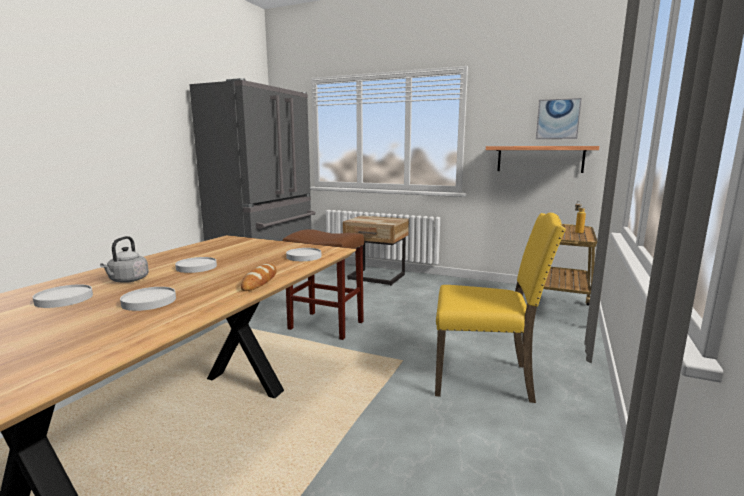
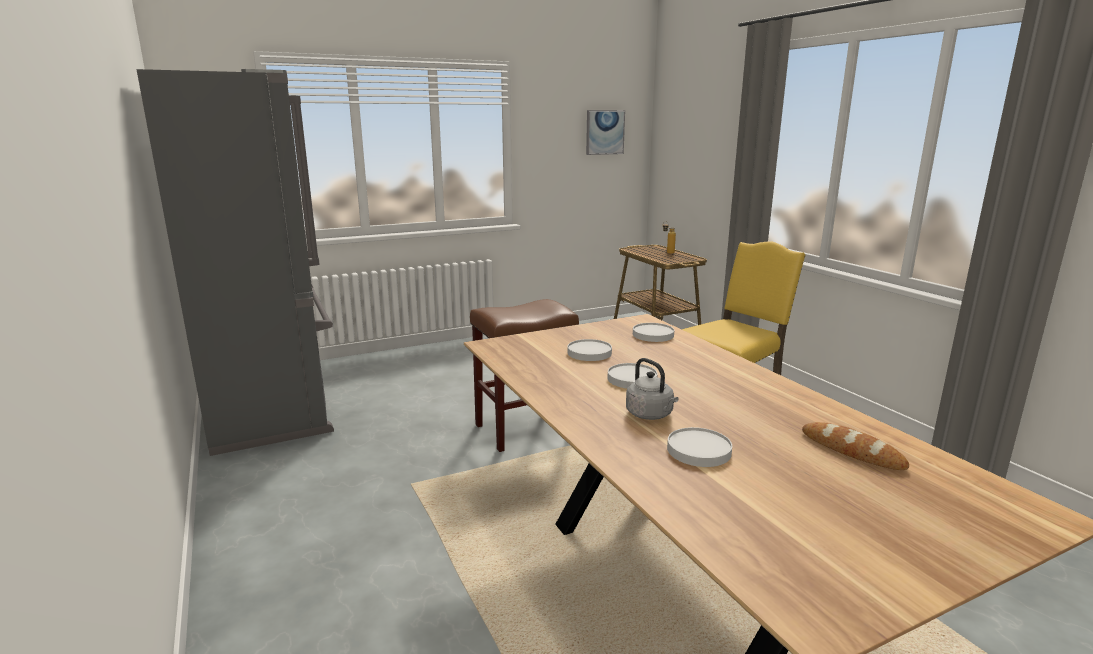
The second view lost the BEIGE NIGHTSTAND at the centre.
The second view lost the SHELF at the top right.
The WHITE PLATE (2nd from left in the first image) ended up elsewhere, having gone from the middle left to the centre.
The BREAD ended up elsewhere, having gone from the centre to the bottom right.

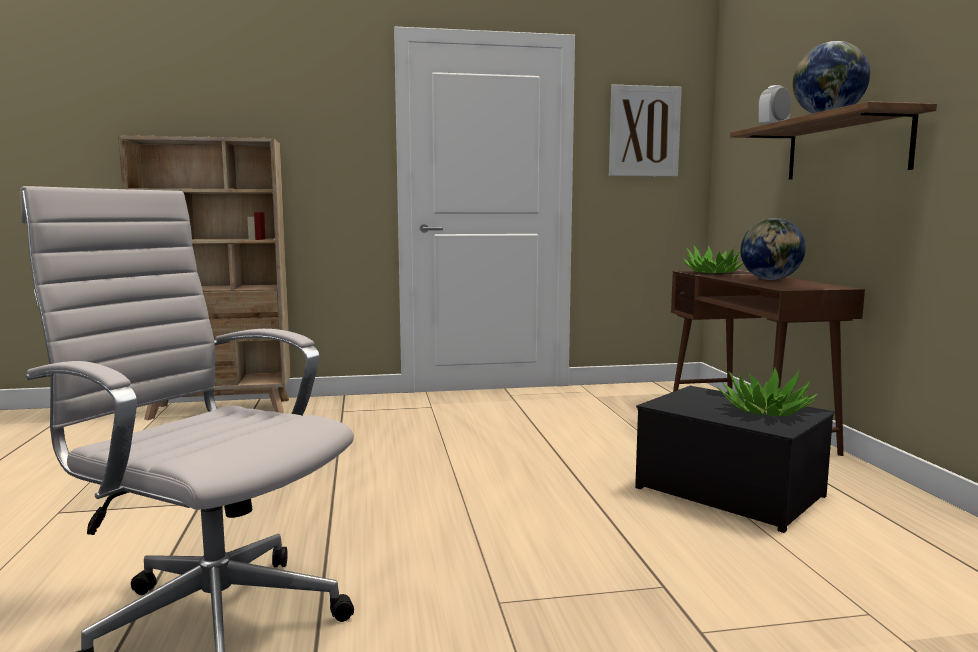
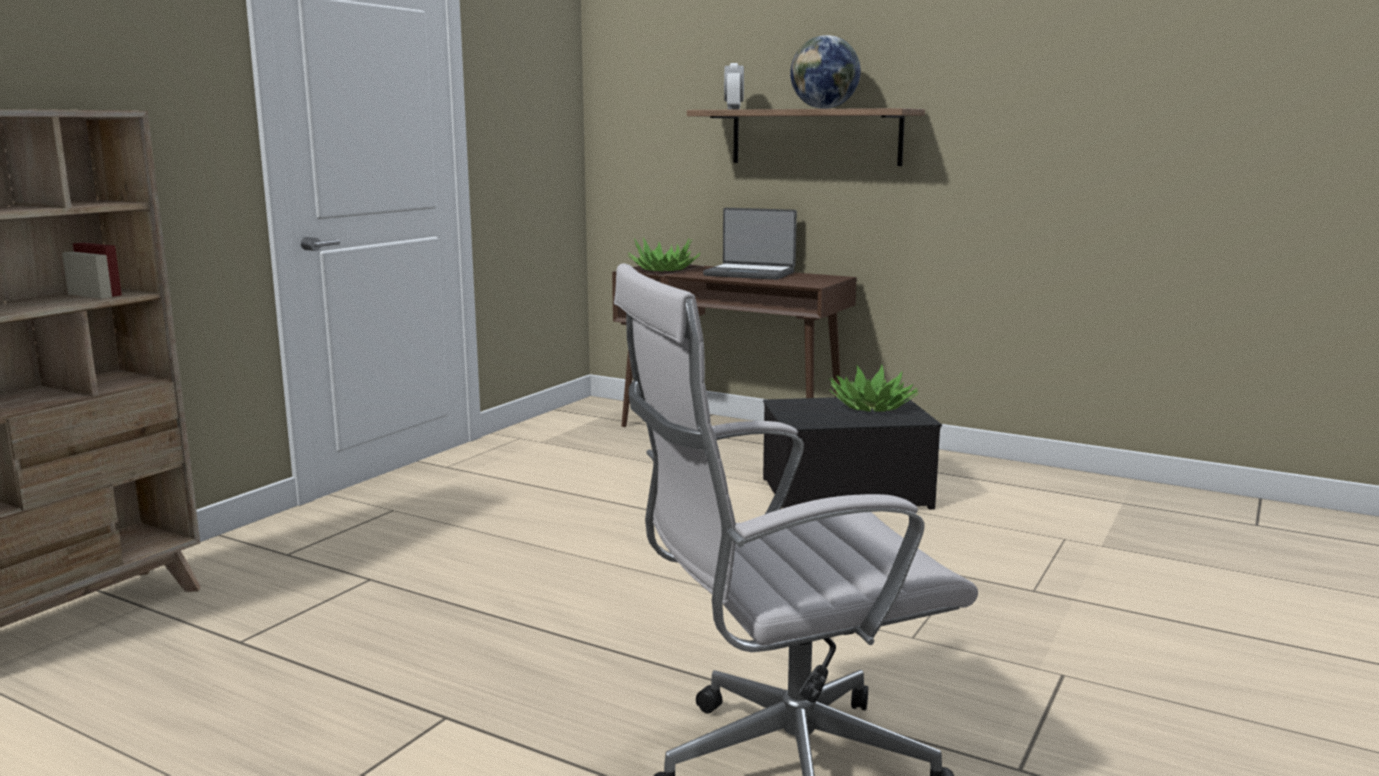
The second view lost the PICTURE at the top centre.
Where the GLOBE (1st from left) stood at the middle right, the LAPTOP came to stand at the top centre.

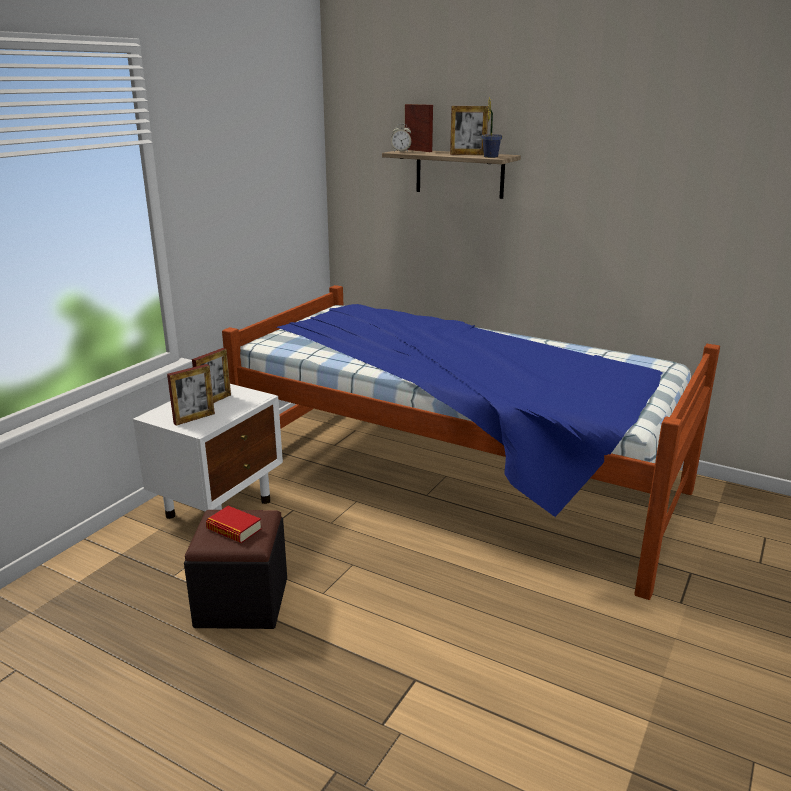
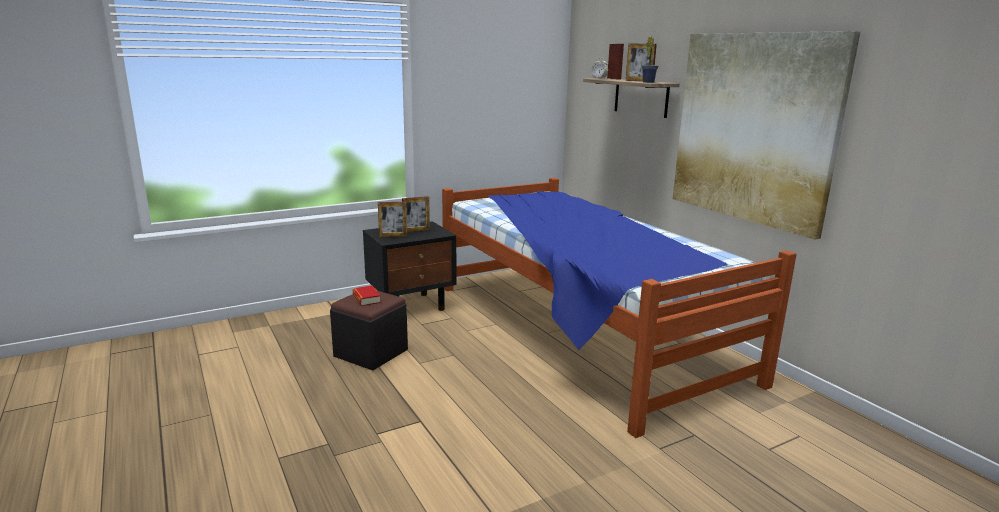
The second view gained the PICTURE at the top right.
What was the WHITE NIGHTSTAND at the middle left turned into the BLACK NIGHTSTAND at the centre.

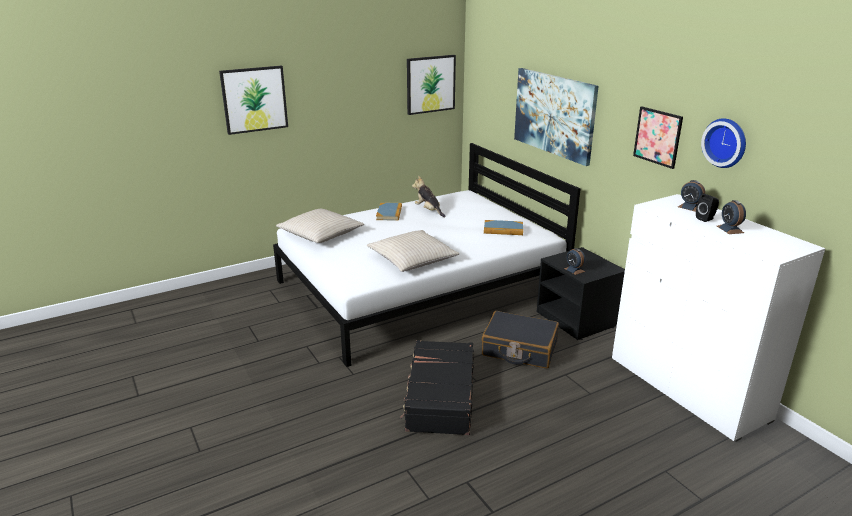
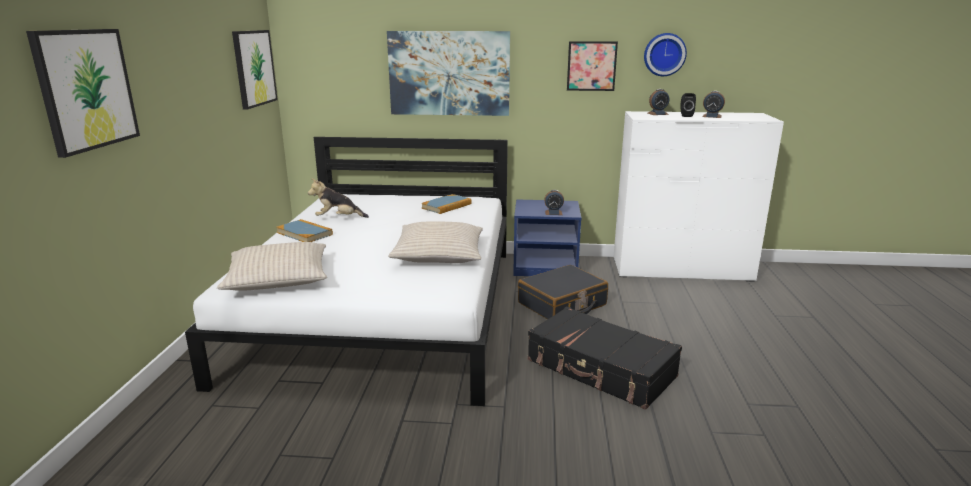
What was the BLACK NIGHTSTAND at the middle right turned into the BLUE NIGHTSTAND at the centre.

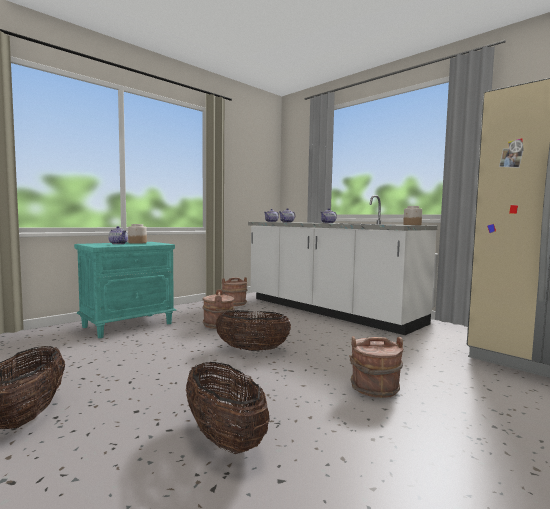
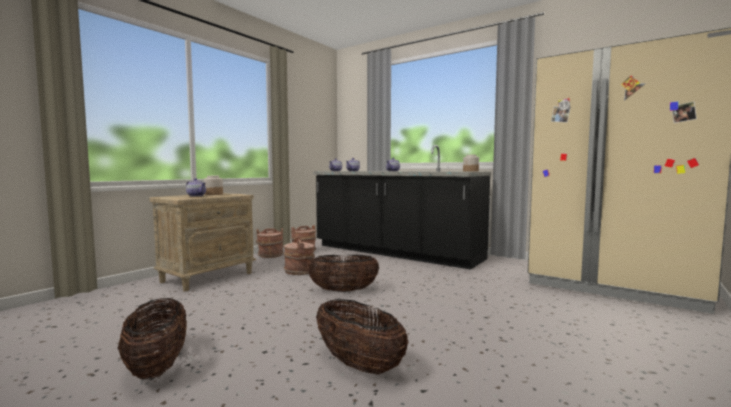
The BROWN BUCKET (3rd from left in the first image) ended up elsewhere, having gone from the bottom right to the centre.
What was the TURQUOISE NIGHTSTAND at the middle left turned into the BEIGE NIGHTSTAND at the middle left.
What was the WHITE COUNTER at the centre turned into the BLACK COUNTER at the centre.

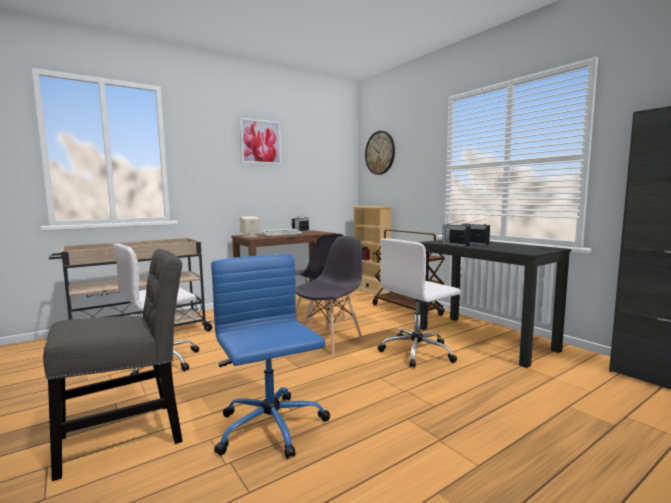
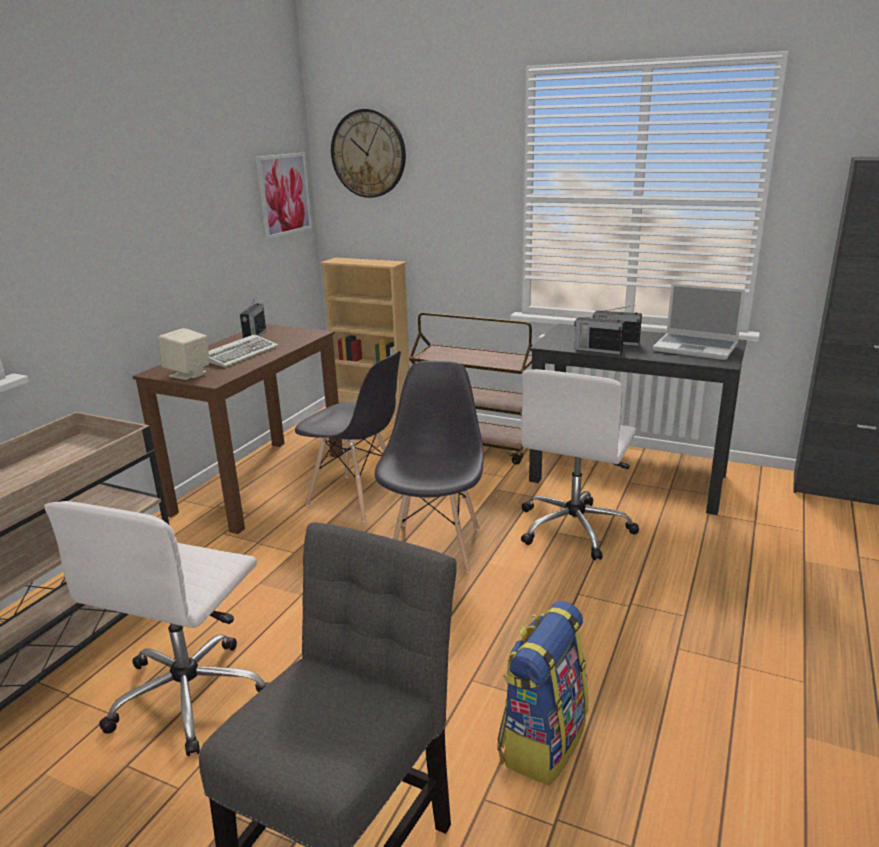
The second view gained the LAPTOP at the middle right.
The PICTURE ended up elsewhere, having gone from the top centre to the top left.
Where the BLUE OFFICE CHAIR stood at the bottom centre, the BACKPACK came to stand at the bottom centre.

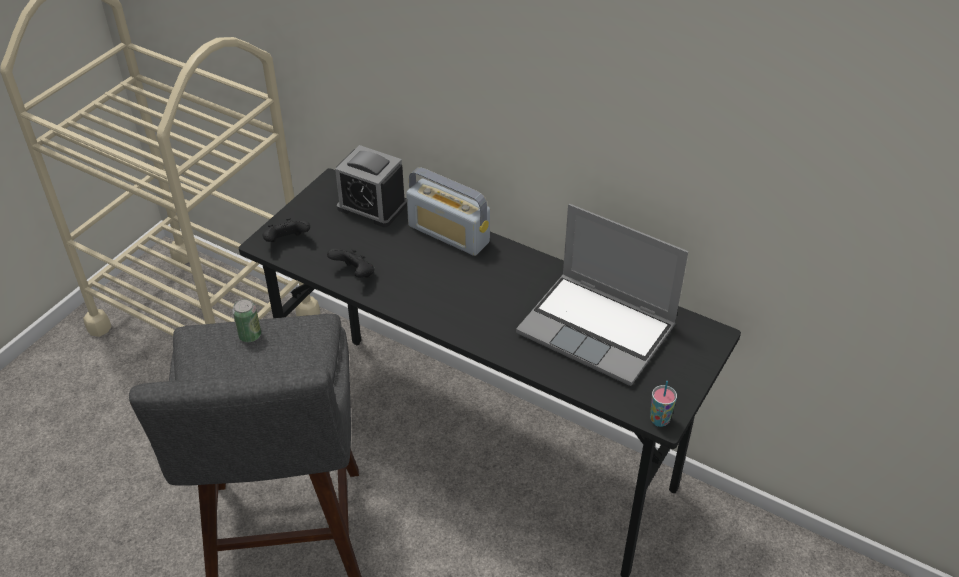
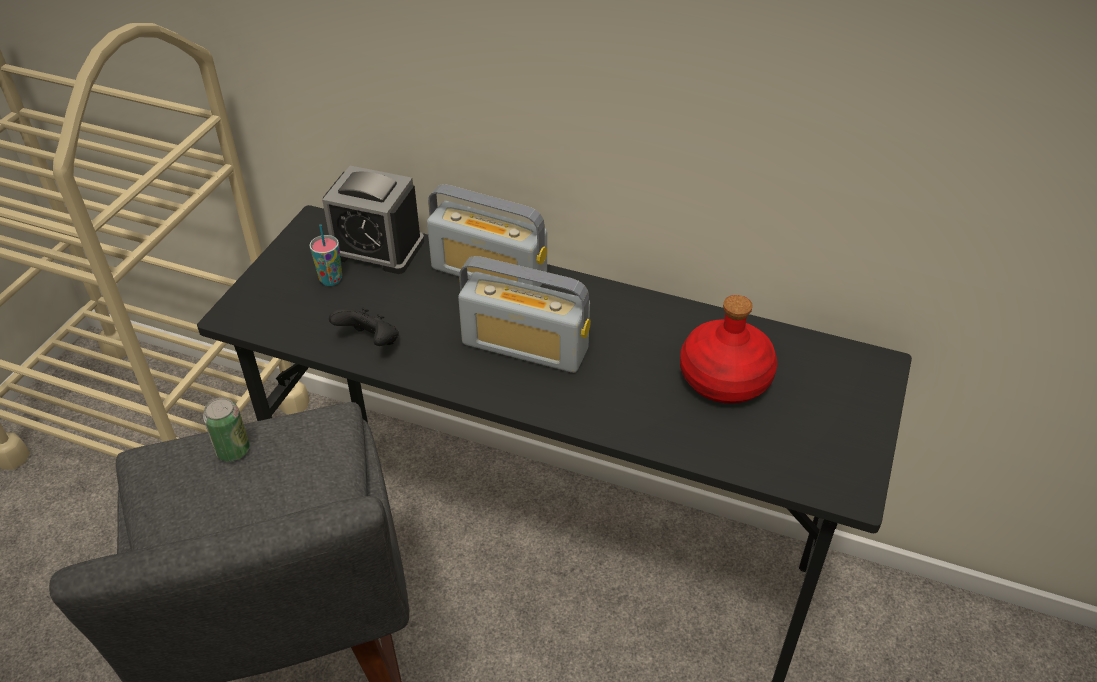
The second view lost the BLACK GAME CONTROLLER (1st from left) at the middle left.
The second view gained the RADIO (2nd from left) at the centre.
The CUP ended up elsewhere, having gone from the bottom right to the middle left.
Where the LAPTOP stood at the centre, the RED BOTTLE came to stand at the centre.

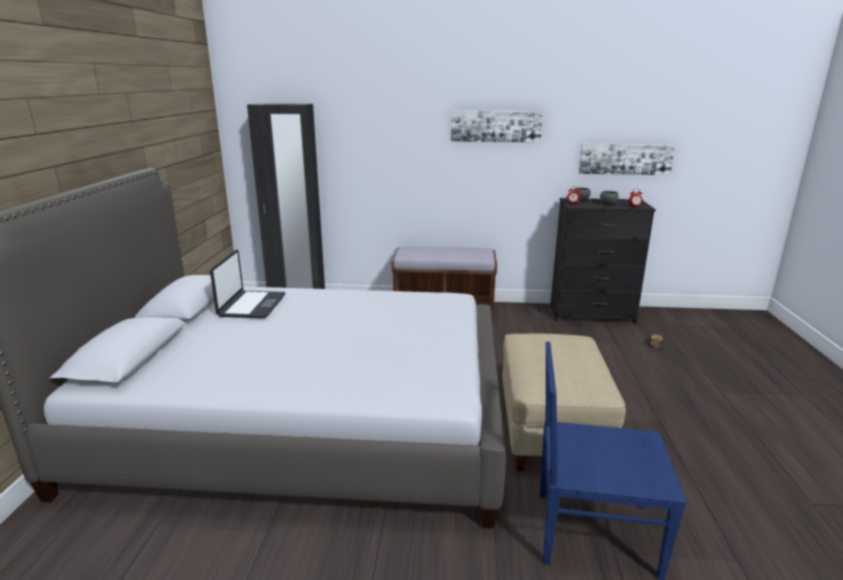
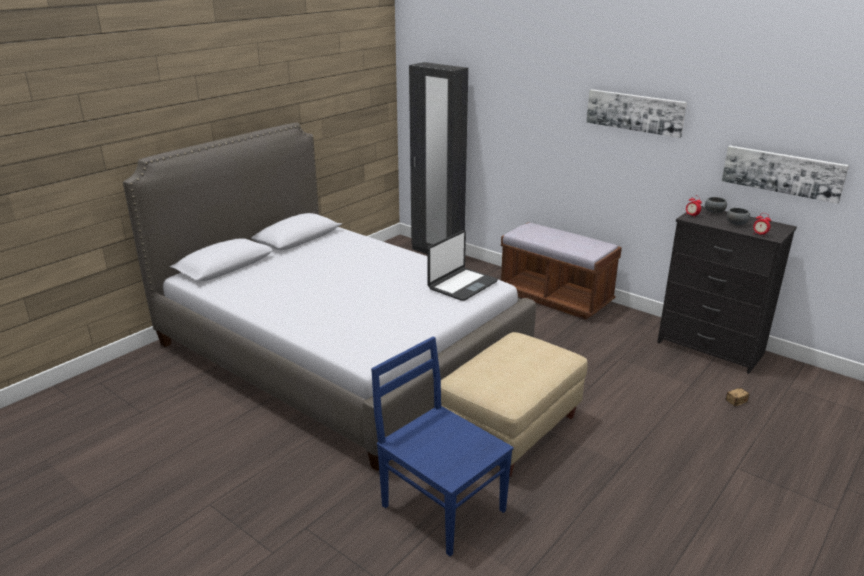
The LAPTOP ended up elsewhere, having gone from the middle left to the centre.

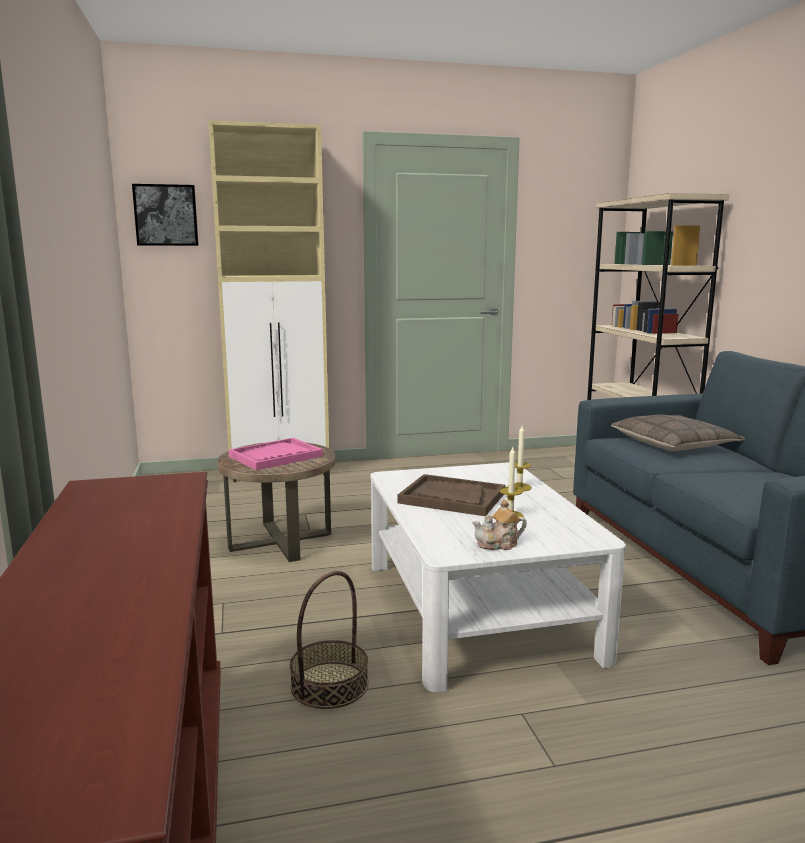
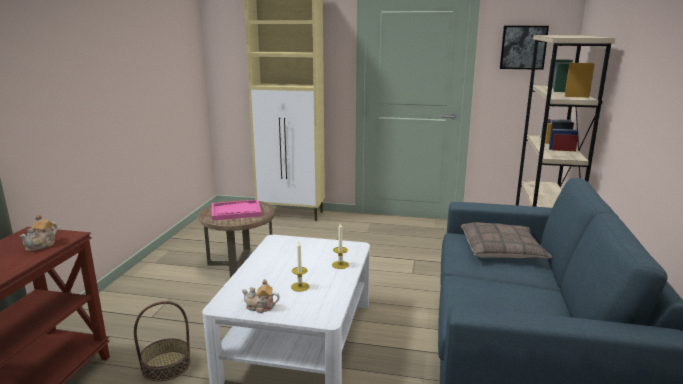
The second view lost the BROWN TRAY at the centre.
The second view gained the TEAPOT (1st from left) at the middle left.
The PICTURE ended up elsewhere, having gone from the top left to the top right.

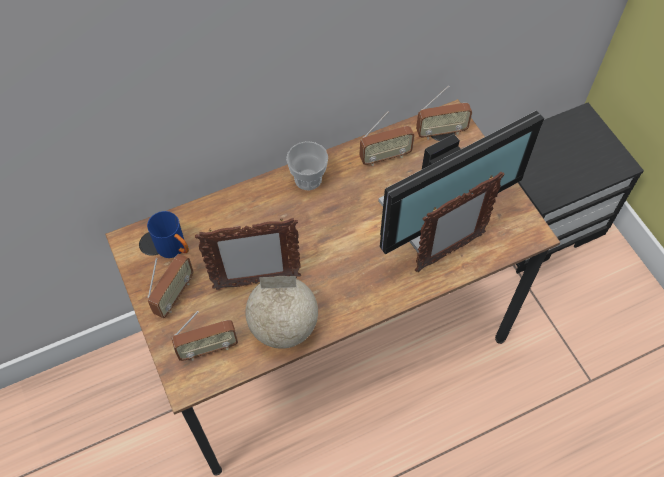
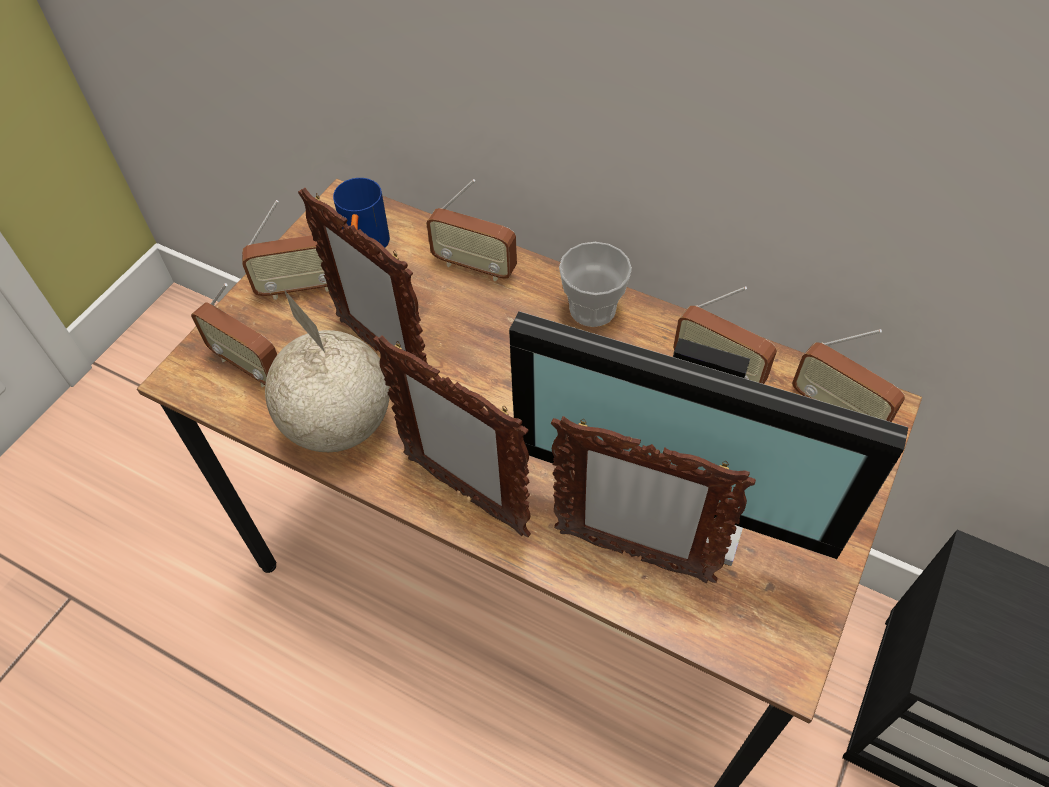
The second view gained the PICTURE FRAME (2nd from left) at the centre.
The second view gained the RADIO (3rd from left) at the top centre.

